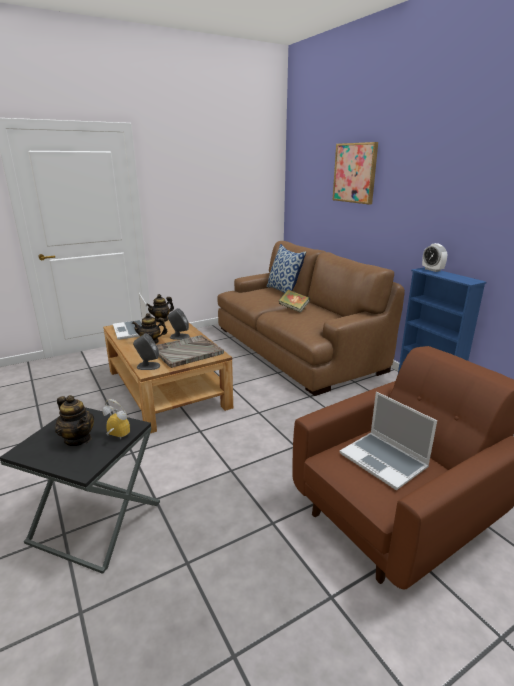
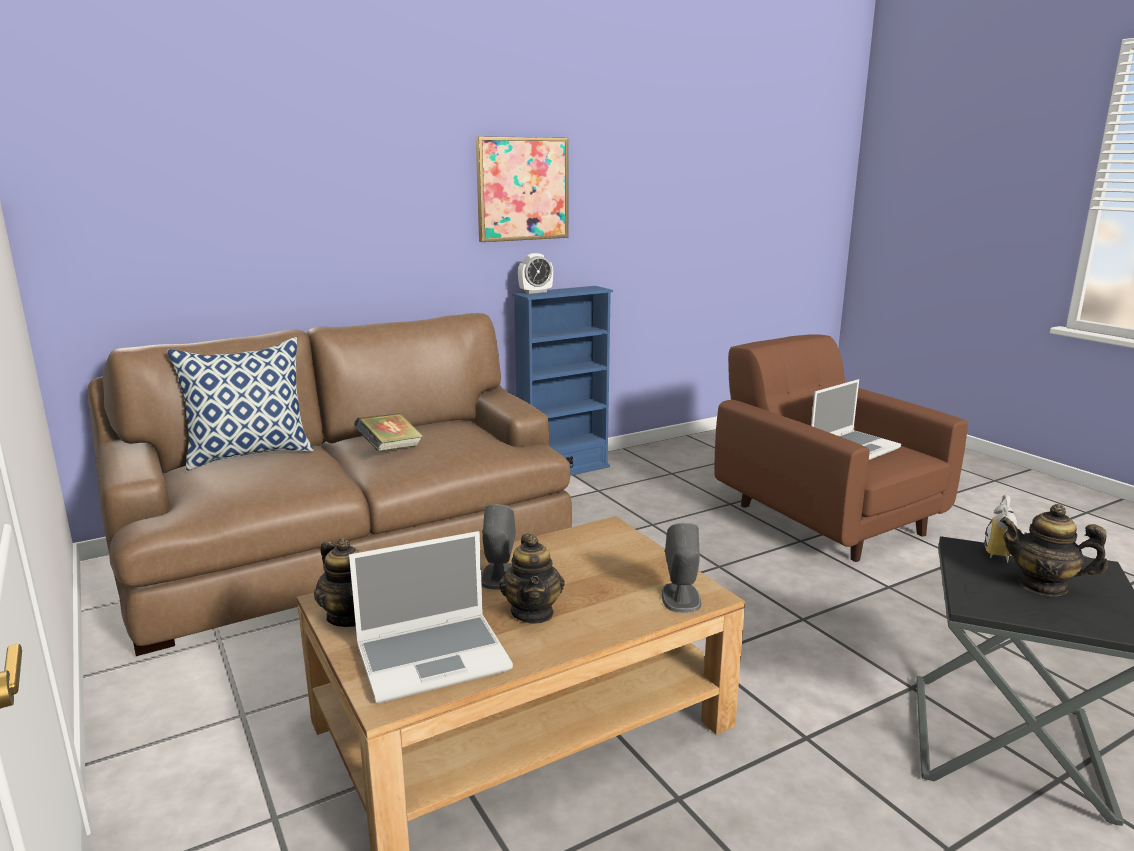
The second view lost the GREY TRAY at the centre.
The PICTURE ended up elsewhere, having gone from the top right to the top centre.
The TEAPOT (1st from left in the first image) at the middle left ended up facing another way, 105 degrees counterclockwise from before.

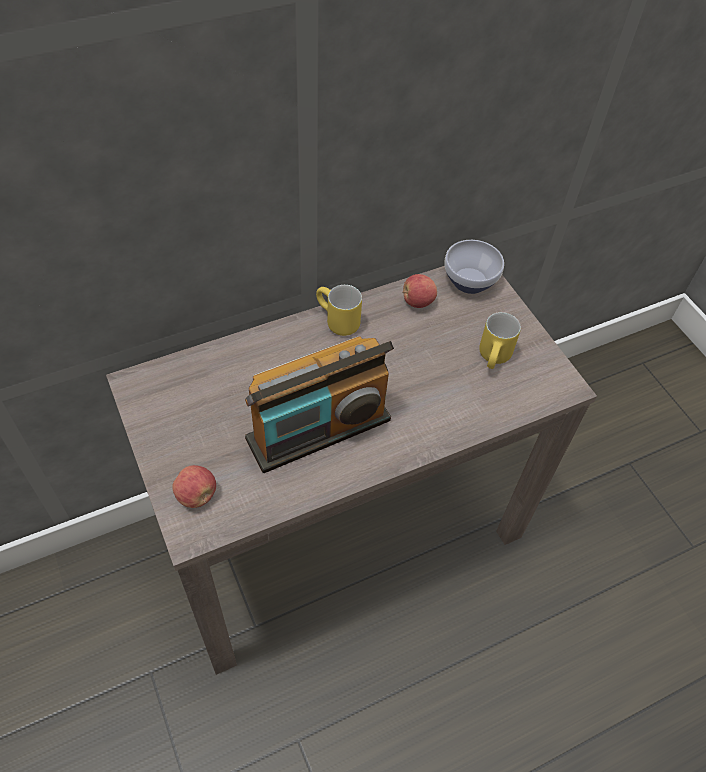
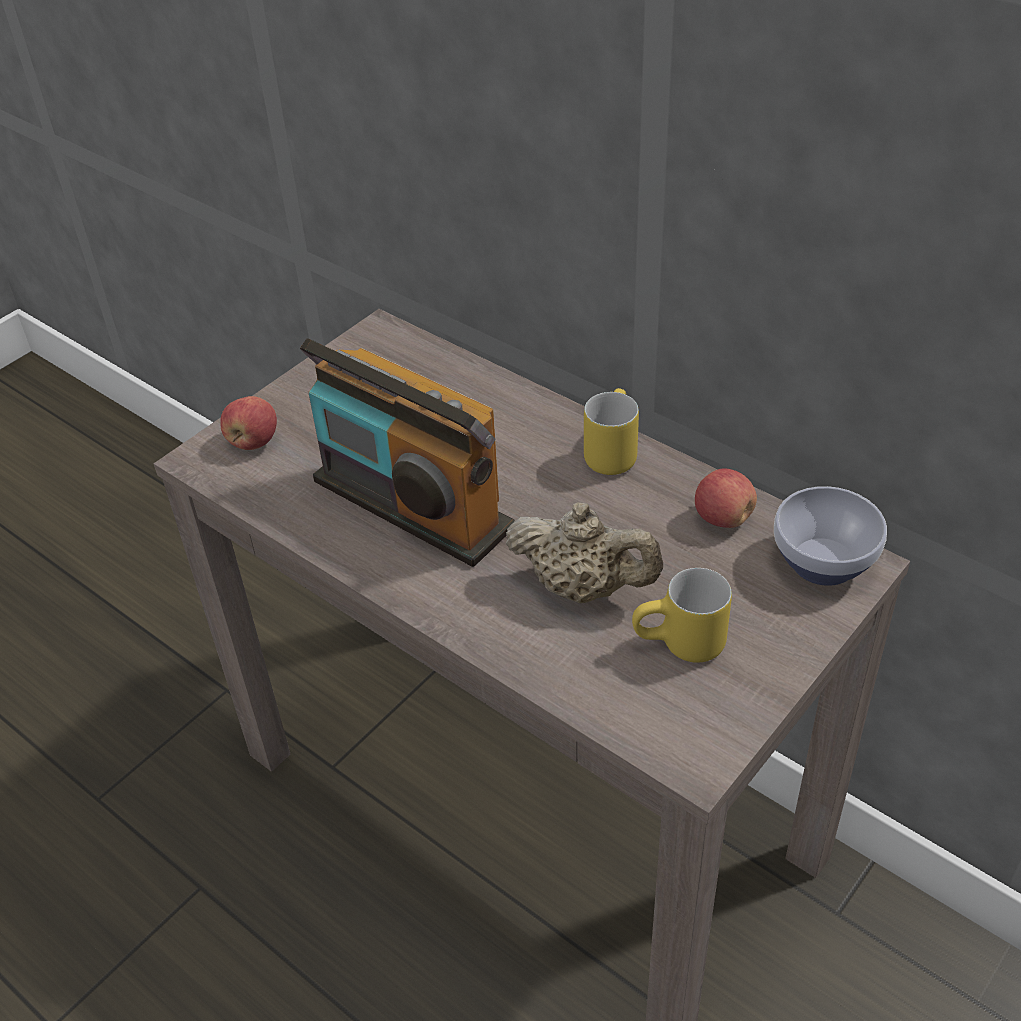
The second view gained the BEIGE TEAPOT at the centre.

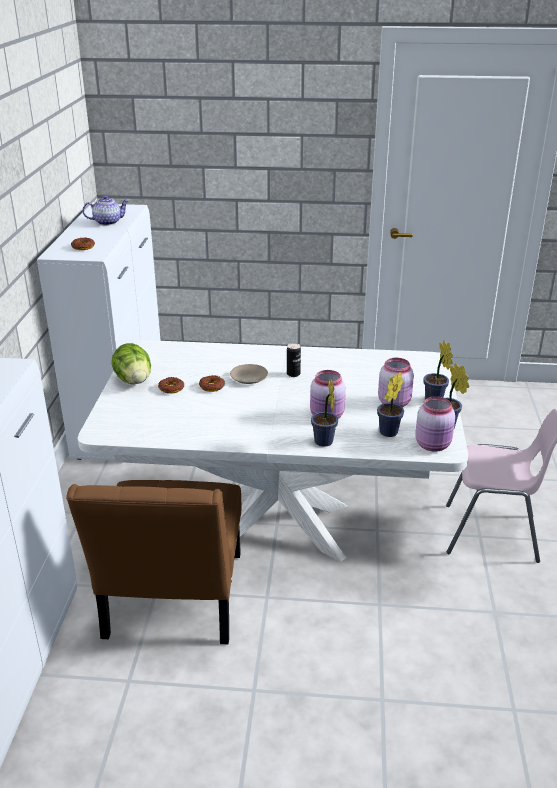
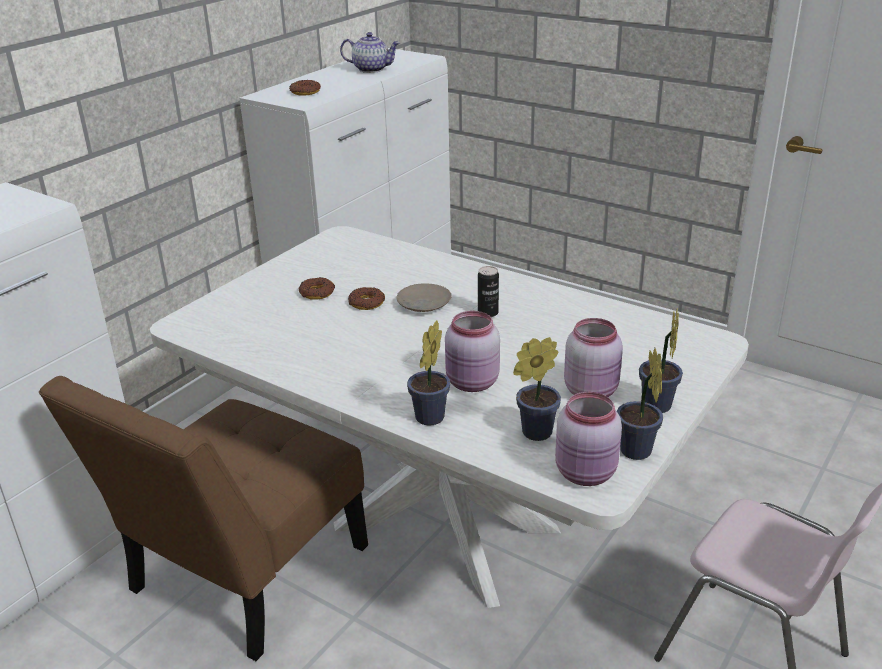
The second view lost the LETTUCE at the middle left.

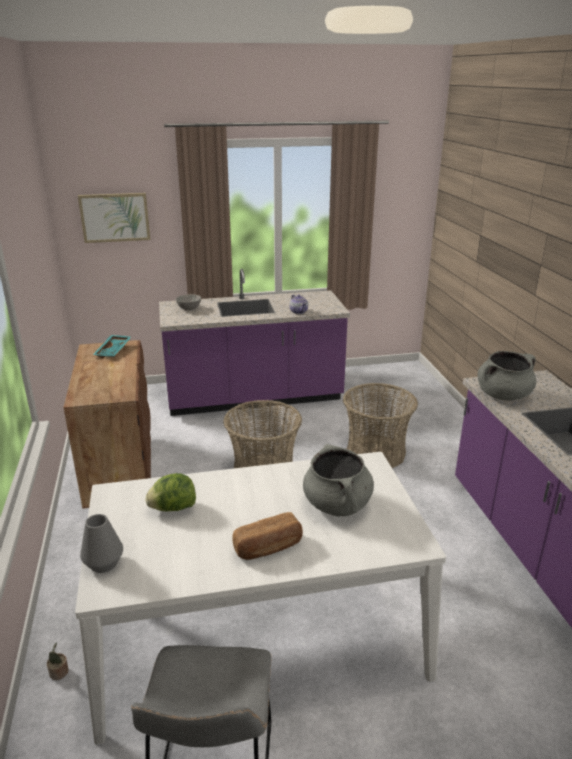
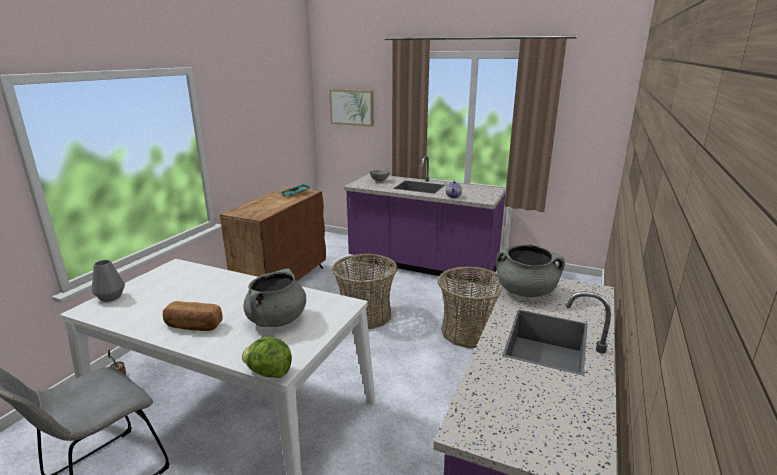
The LETTUCE ended up elsewhere, having gone from the middle left to the bottom centre.

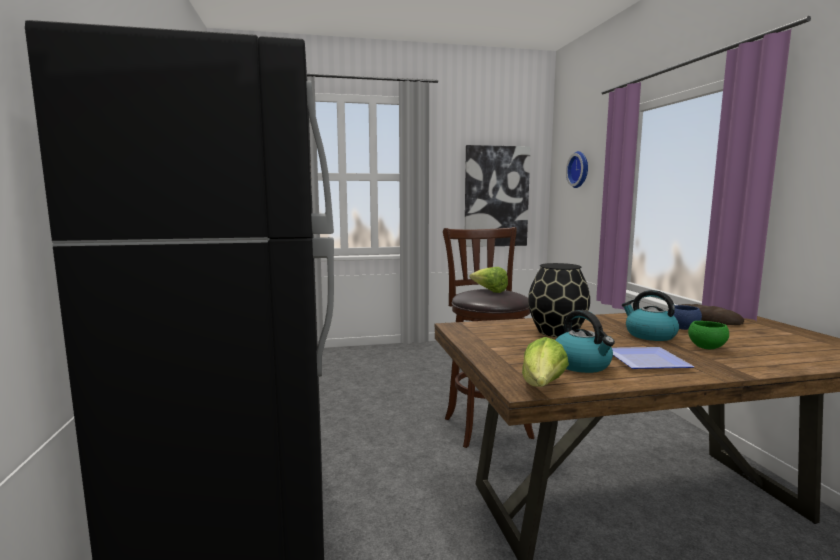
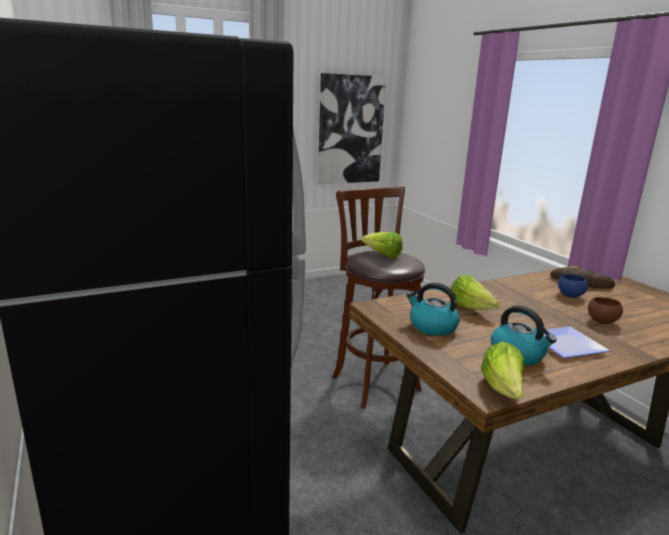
The second view lost the WALL CLOCK at the top right.
The KETTLE (2nd from left in the first image) ended up elsewhere, having gone from the middle right to the centre.
Where the BLACK VASE stood at the centre, the LETTUCE (2nd from left) came to stand at the middle right.
What was the GREEN BOWL at the middle right turned into the BROWN BOWL at the middle right.

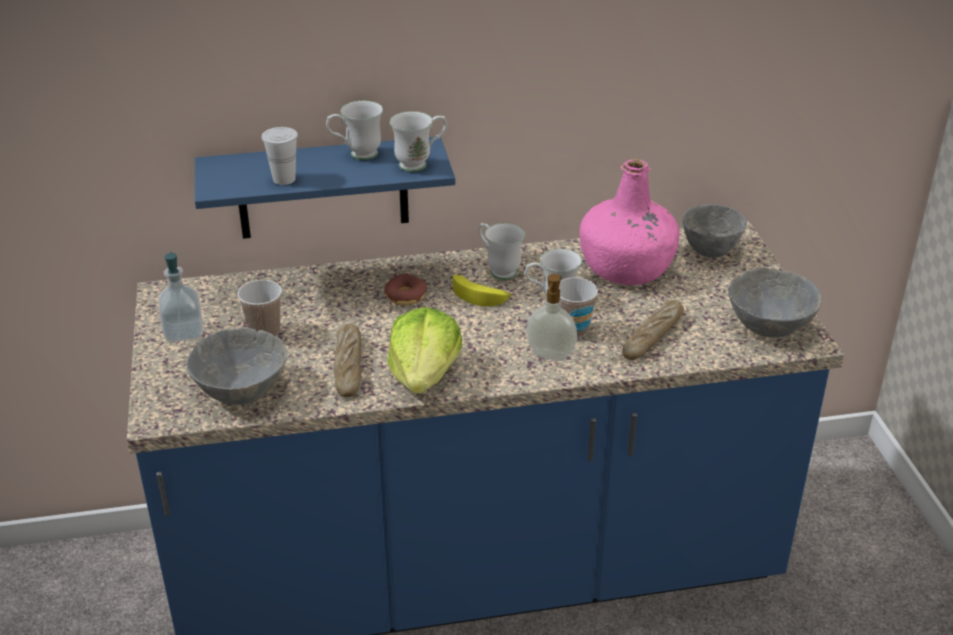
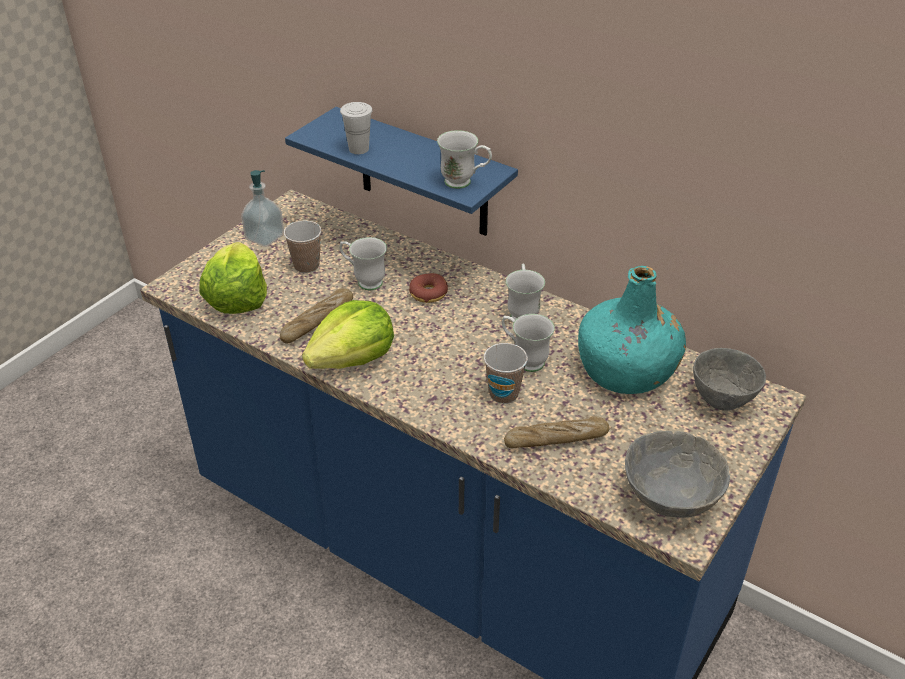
The second view lost the BANANA at the centre.
The second view lost the SOAP DISPENSER (2nd from left) at the centre.
The WHITE MUG (1st from left) ended up elsewhere, having gone from the top centre to the centre.
Where the GREY BOWL (1st from left) stood at the middle left, the LETTUCE (1st from left) came to stand at the middle left.
What was the PINK BOTTLE at the centre turned into the TURQUOISE BOTTLE at the middle right.

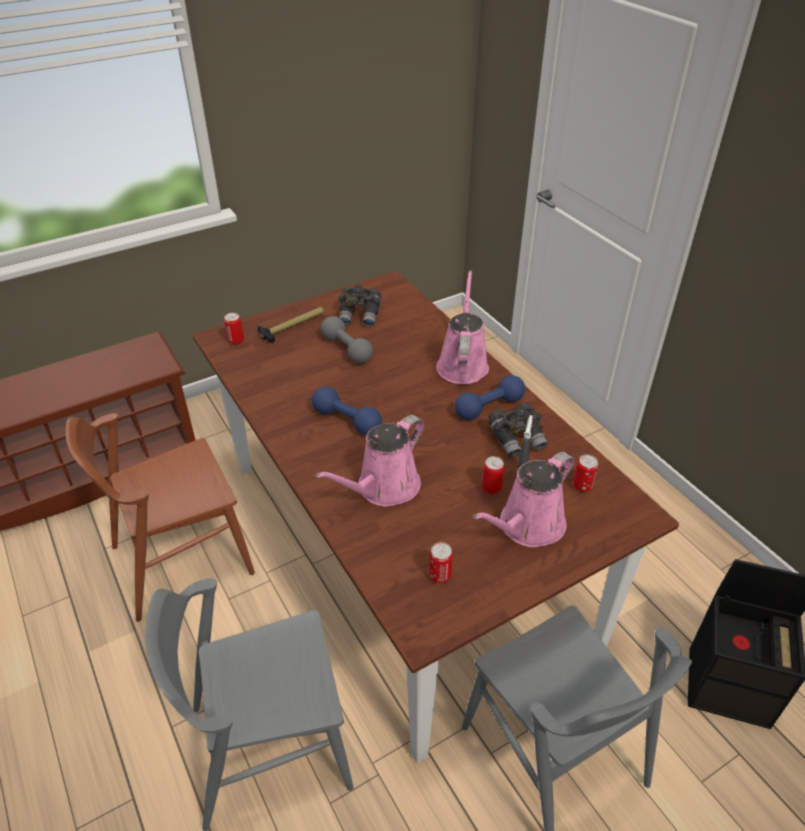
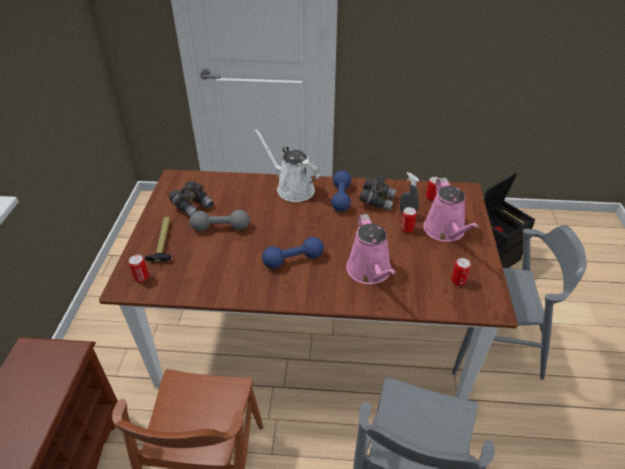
What was the PINK WATERING CAN (2nd from left) at the centre turned into the WHITE WATERING CAN at the centre.

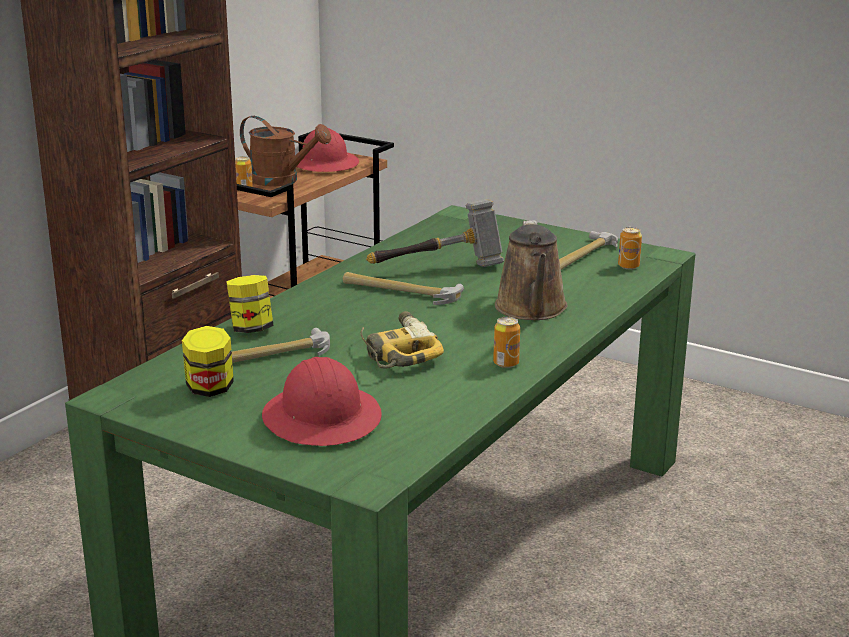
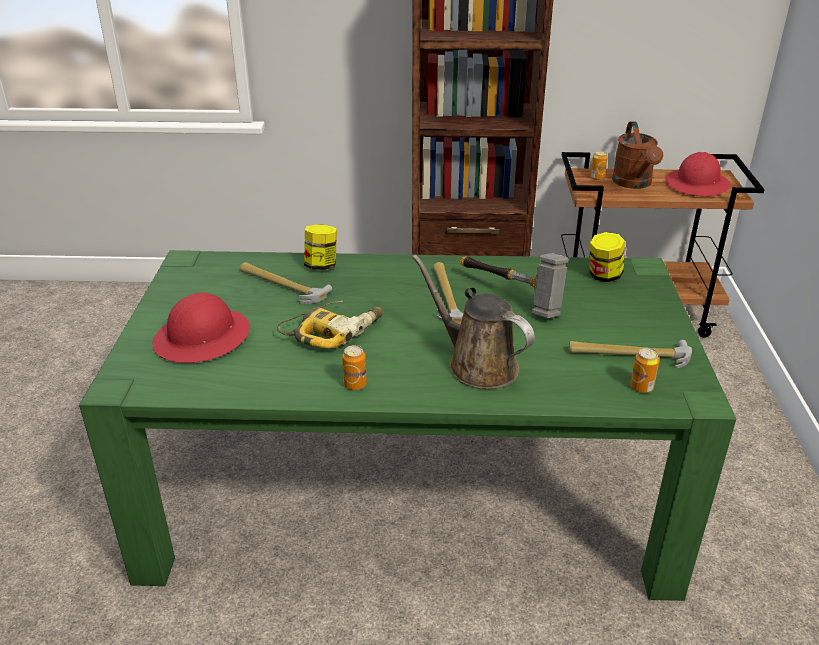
The JAR (1st from left in the first image) ended up elsewhere, having gone from the middle left to the middle right.
The BROWN WATERING CAN (2nd from left in the first image) at the centre ended up facing another way, 75 degrees clockwise from before.

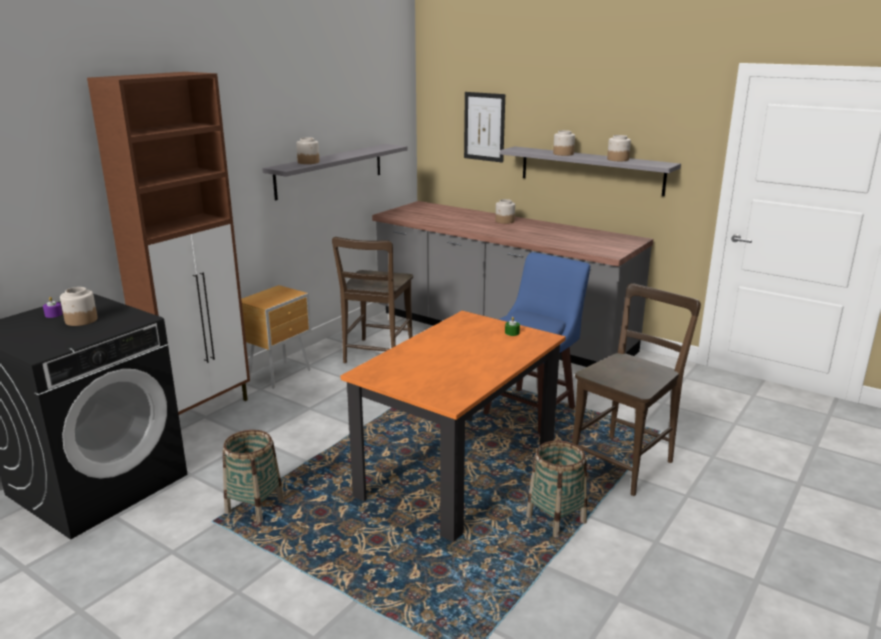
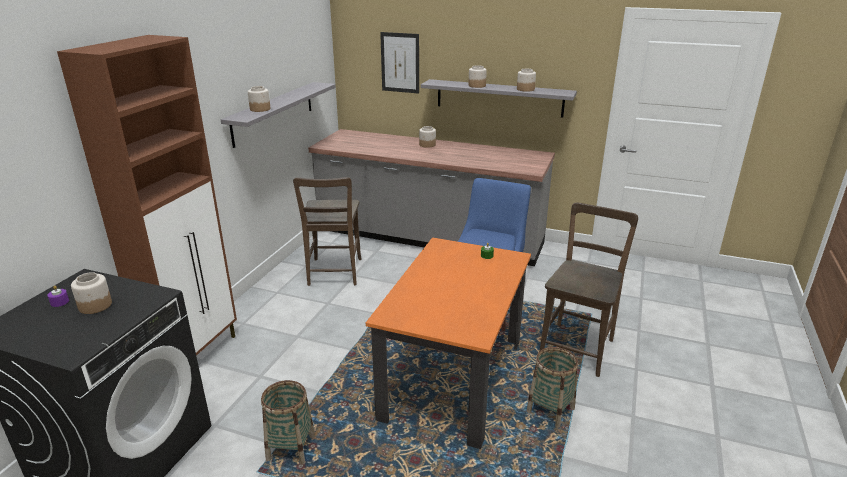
The second view lost the BROWN NIGHTSTAND at the middle left.

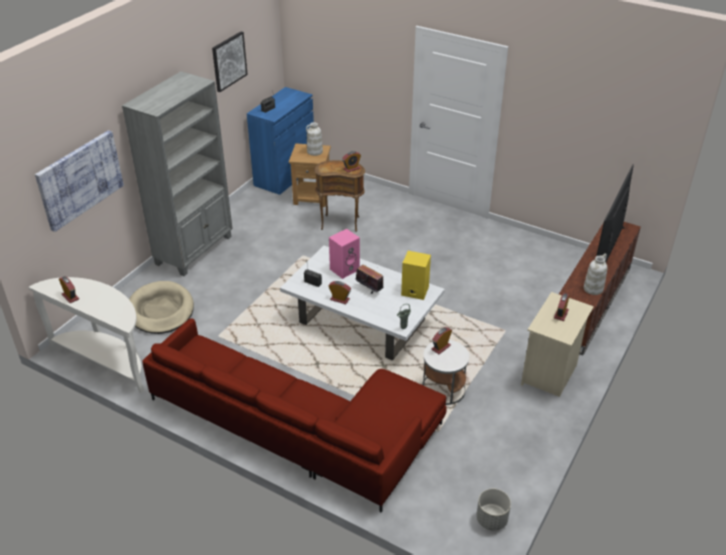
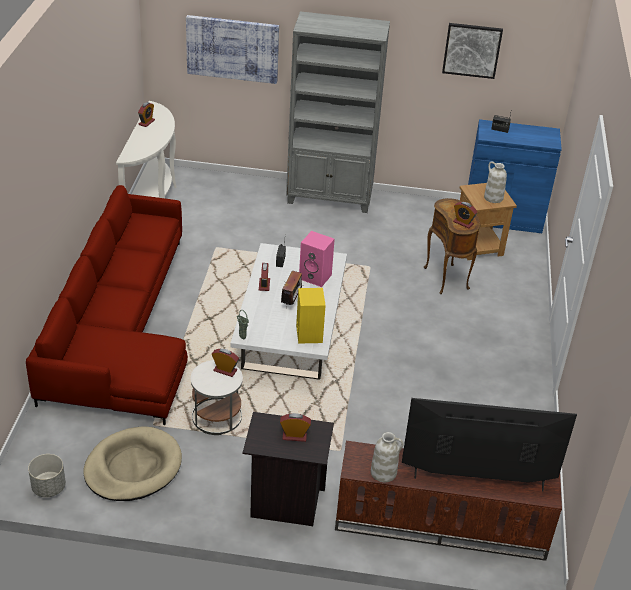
The BEIGE DOG BED ended up elsewhere, having gone from the middle left to the bottom left.
What was the BEIGE NIGHTSTAND at the middle right turned into the BLACK NIGHTSTAND at the bottom centre.

